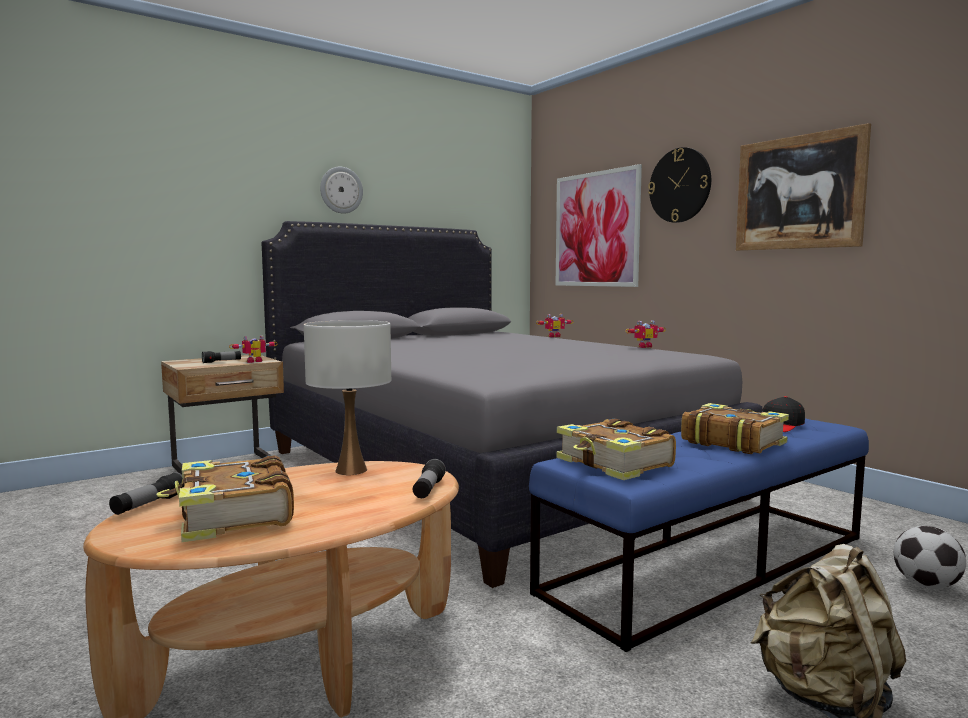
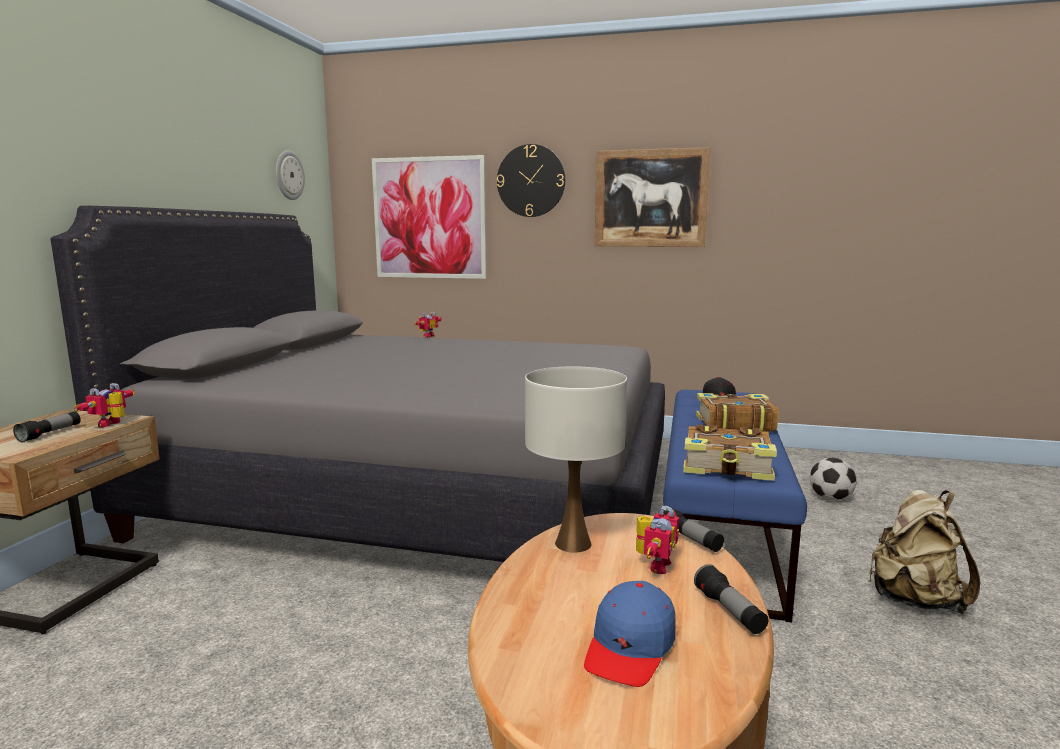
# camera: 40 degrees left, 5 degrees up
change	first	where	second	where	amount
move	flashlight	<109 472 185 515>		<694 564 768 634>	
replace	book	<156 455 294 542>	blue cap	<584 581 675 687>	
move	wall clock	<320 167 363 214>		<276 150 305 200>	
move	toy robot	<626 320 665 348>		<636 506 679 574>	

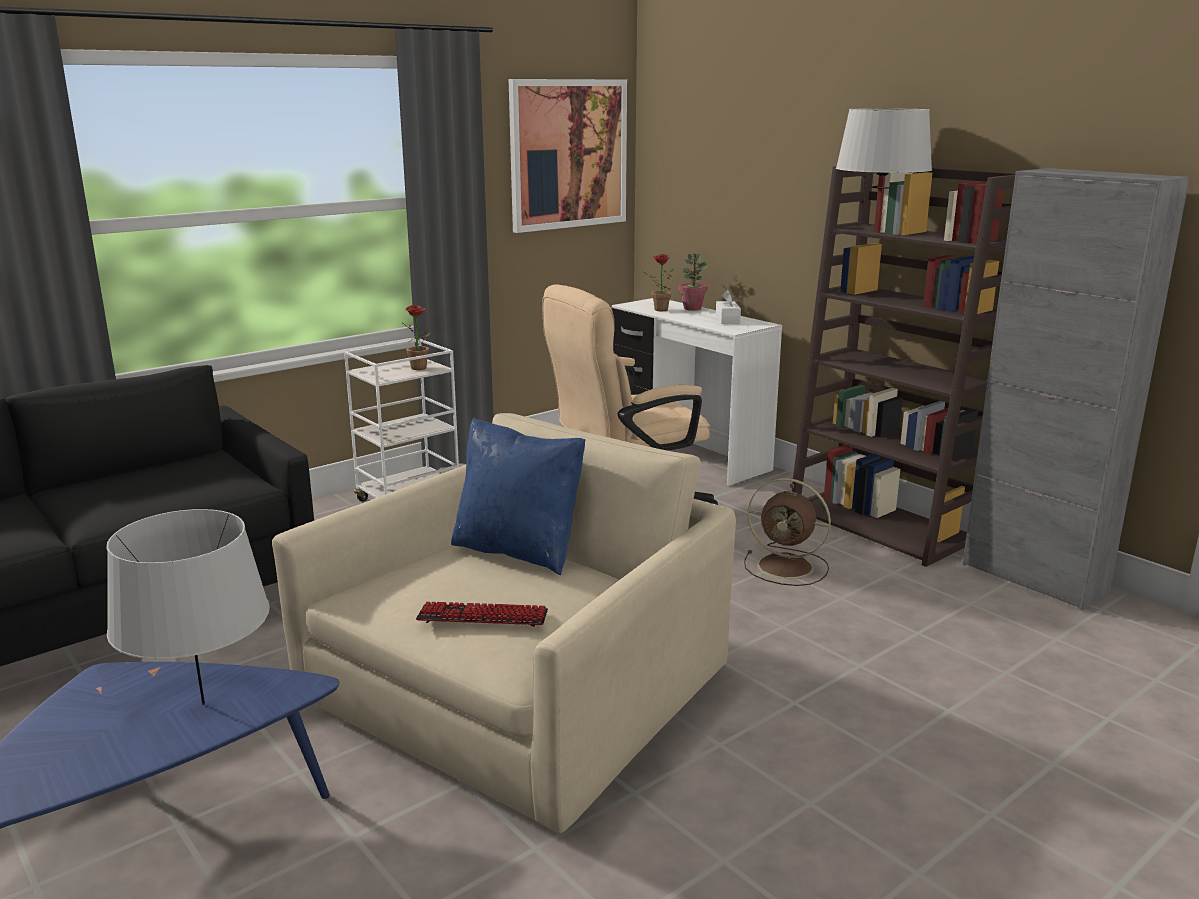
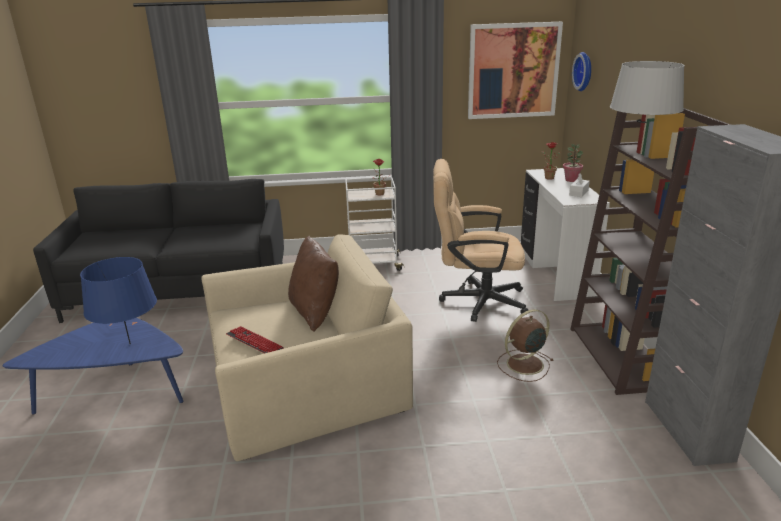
# camera: 35 degrees right, 5 degrees up
change	first	where	second	where	amount
recolor	grey table lamp	<106 509 270 705>	blue table lamp	<80 257 157 344>	
recolor	blue pillow	<451 418 585 575>	brown pillow	<288 236 339 332>	
rotate	brown fan	<744 478 831 586>		<497 309 554 382>	90 degrees clockwise
insert			wall clock	<572 52 591 91>	

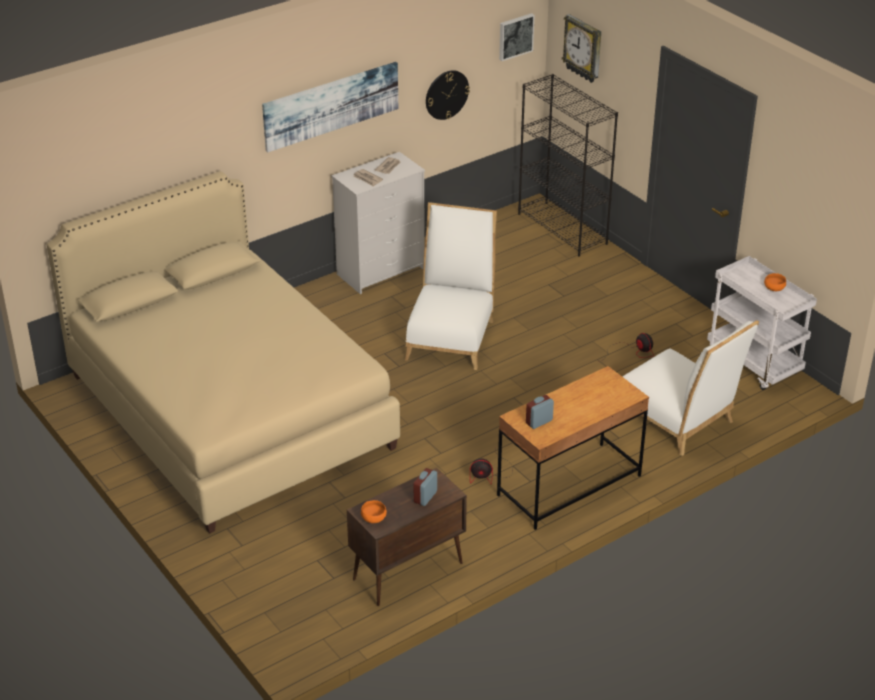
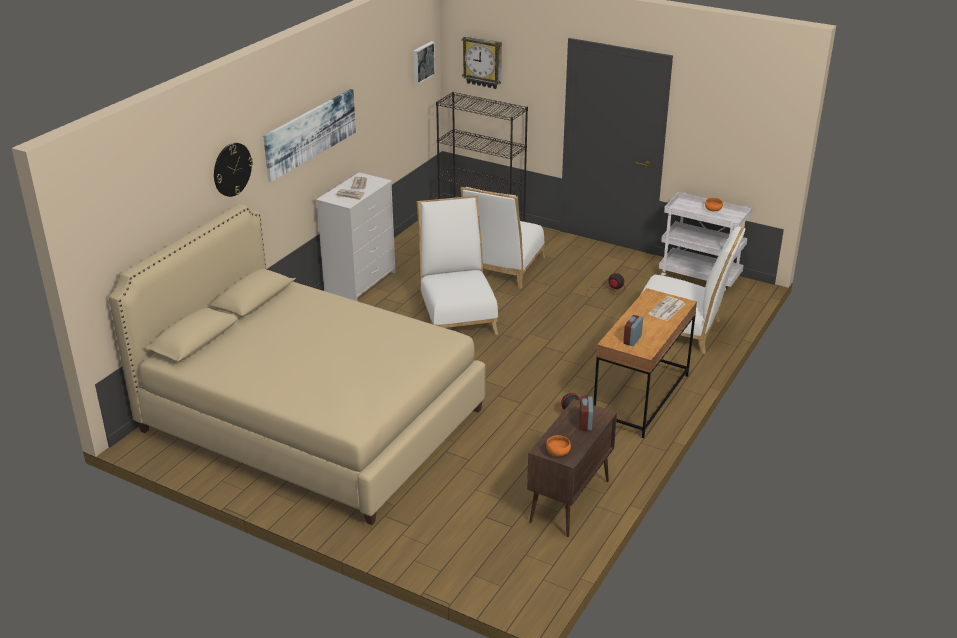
# camera: 25 degrees left, 5 degrees down
change	first	where	second	where	amount
move	wall clock	<426 70 470 120>		<214 143 253 197>	
insert			white chair	<460 187 545 289>	
insert			newspaper	<648 296 685 321>	

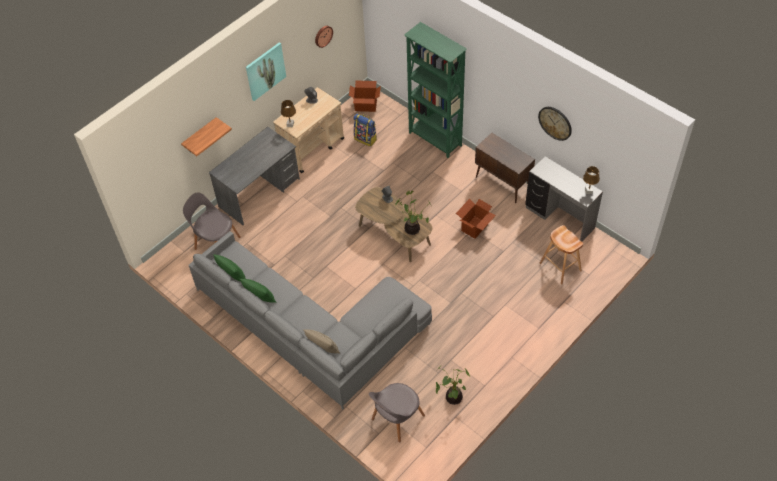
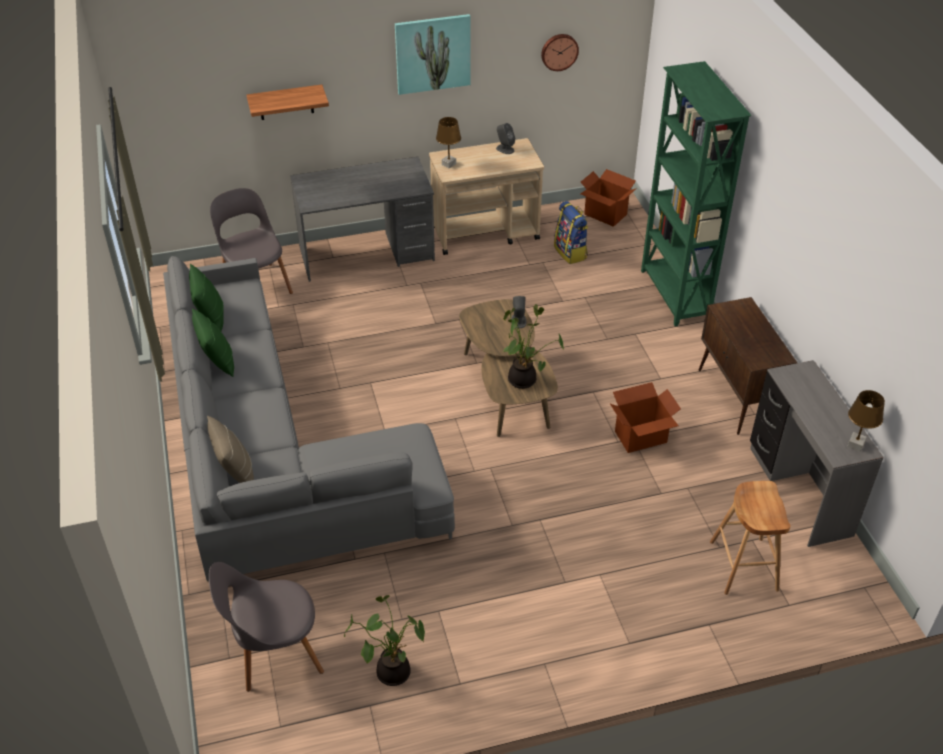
# camera: 30 degrees right, 10 degrees down
change	first	where	second	where	amount
delete	wall clock	<538 107 572 141>			

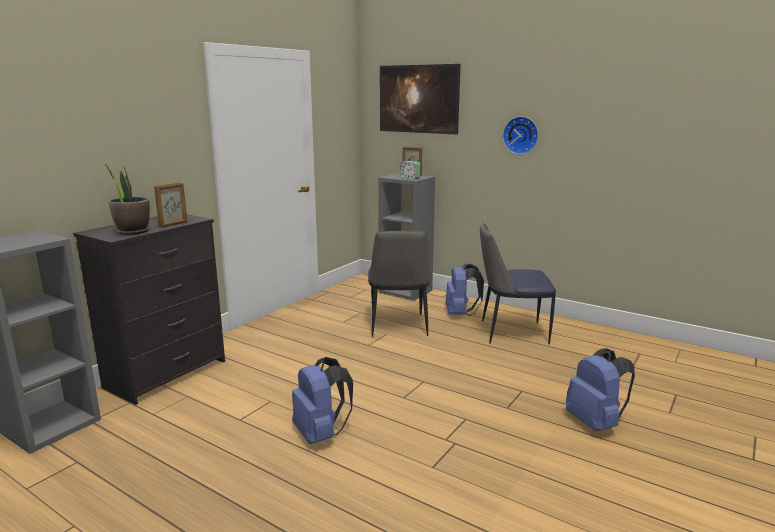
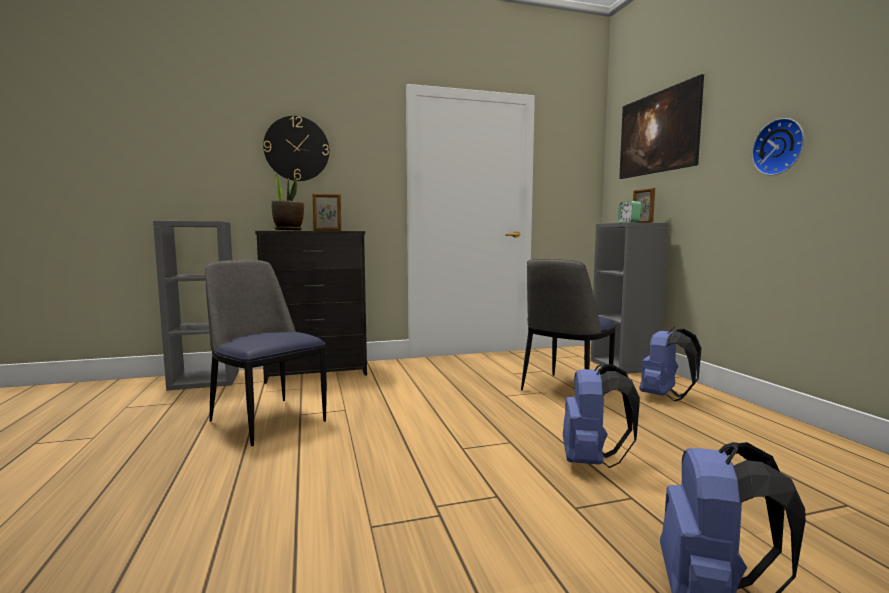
# camera: 40 degrees right, 10 degrees down
change	first	where	second	where	amount
move	blue backpack	<292 357 353 444>		<563 363 640 468>	
move	chair	<480 223 556 344>		<205 260 327 446>	
insert			wall clock	<263 116 329 181>	

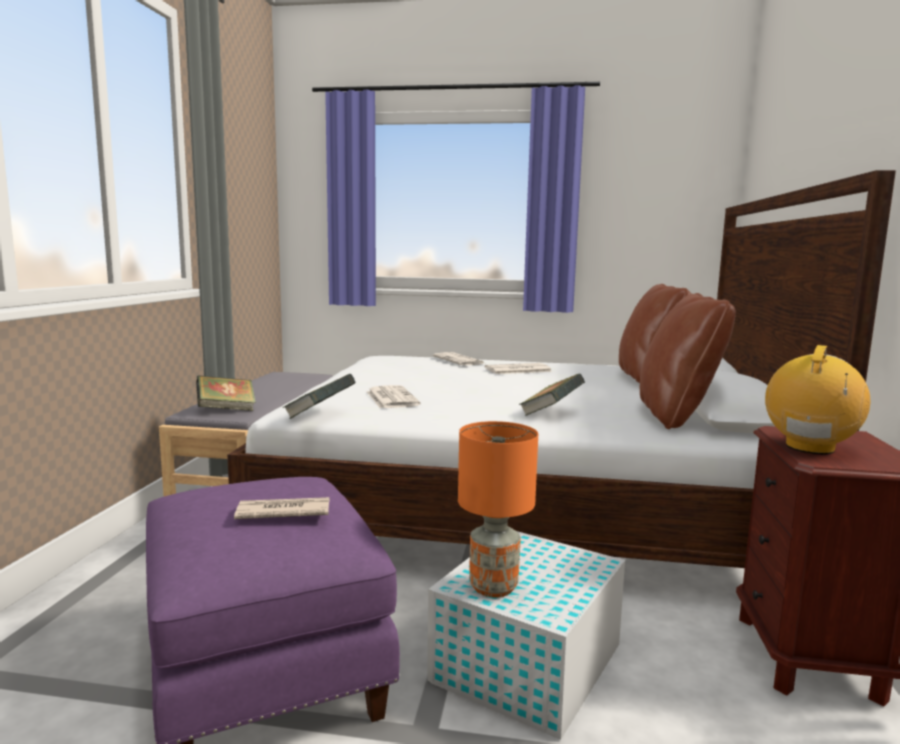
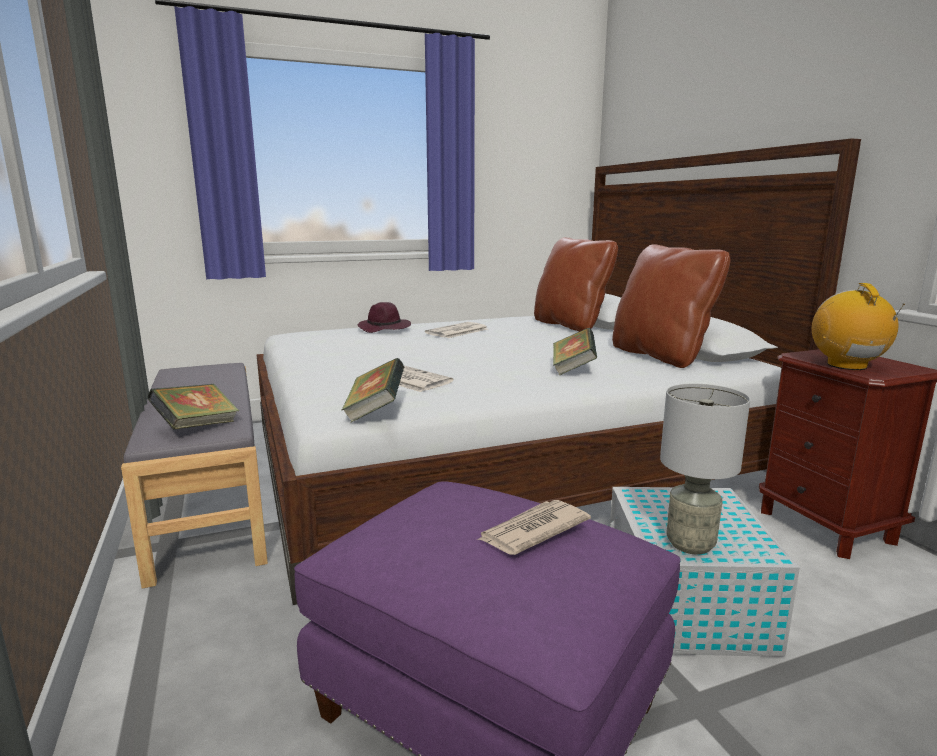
# camera: 30 degrees left, 5 degrees up
change	first	where	second	where	amount
replace	newspaper	<433 352 485 366>	purple hat	<358 302 411 333>	
recolor	orange table lamp	<458 421 538 597>	grey table lamp	<660 384 750 554>	

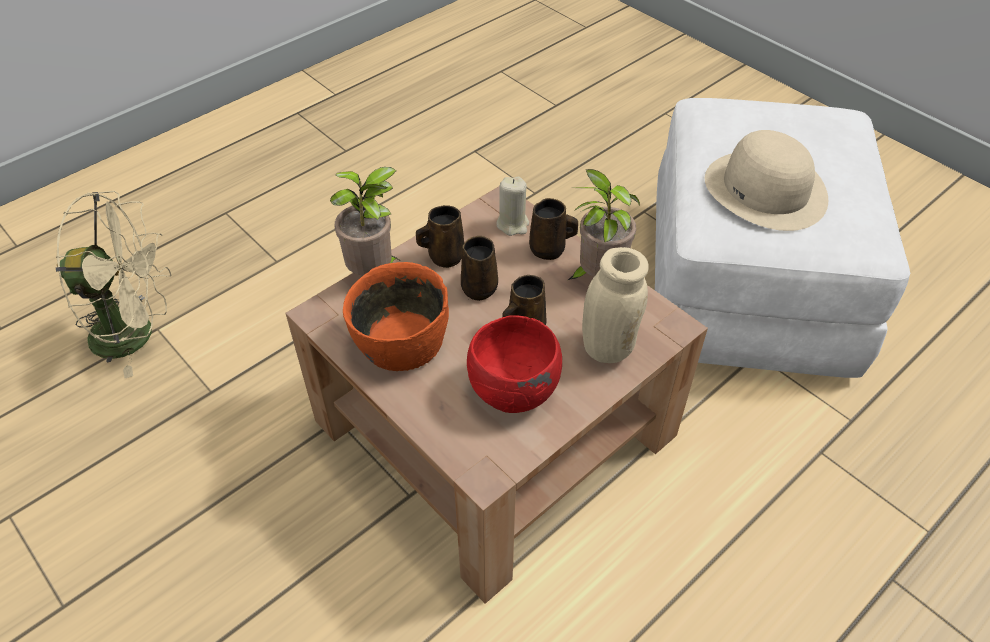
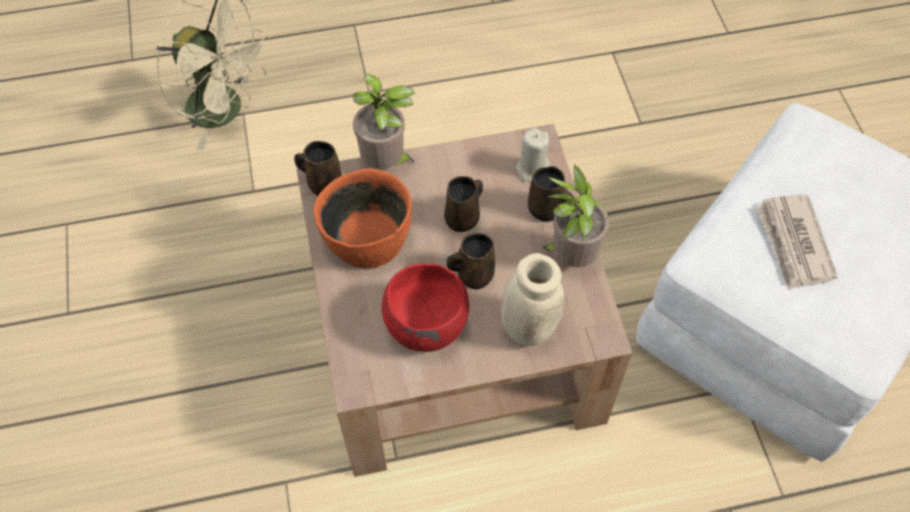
# camera: 30 degrees right, 10 degrees up
change	first	where	second	where	amount
move	brown mug	<416 205 464 268>		<294 141 342 196>	
replace	beige hat	<705 130 828 231>	newspaper	<756 194 838 290>	

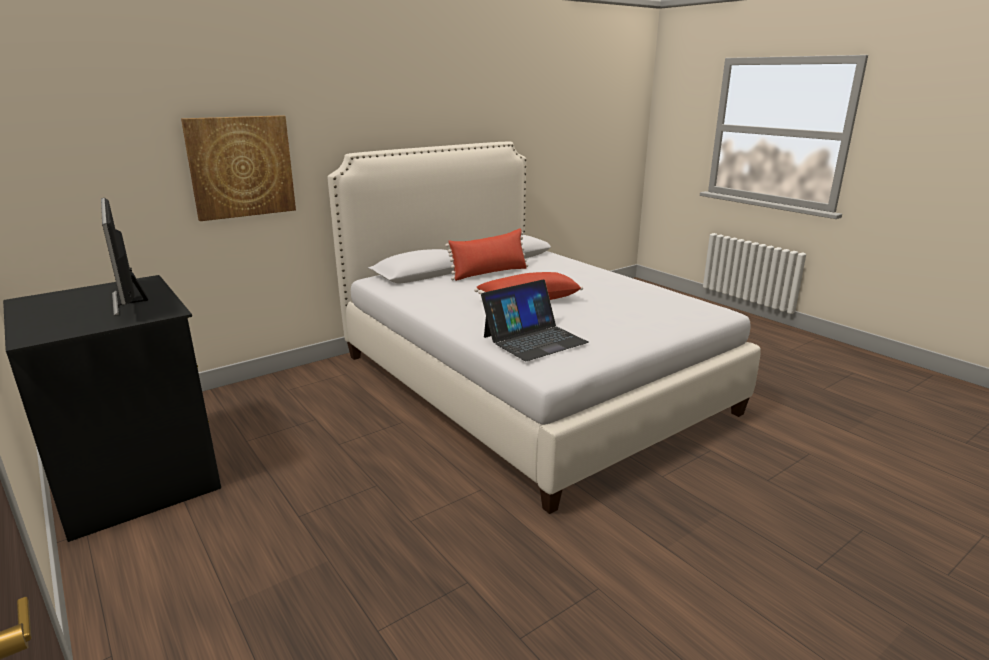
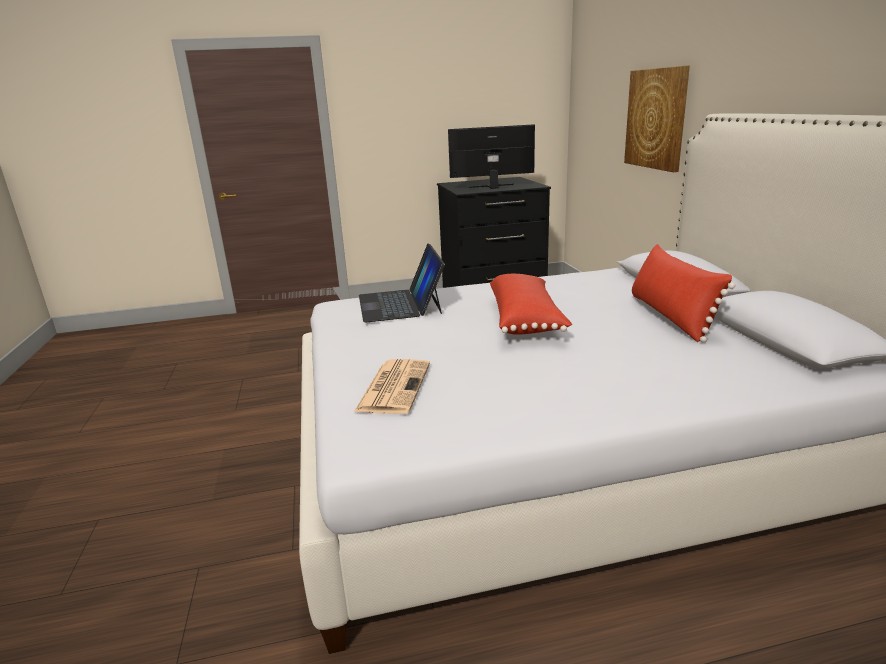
# camera: 115 degrees right, 0 degrees up
change	first	where	second	where	amount
insert			newspaper	<354 359 430 414>	

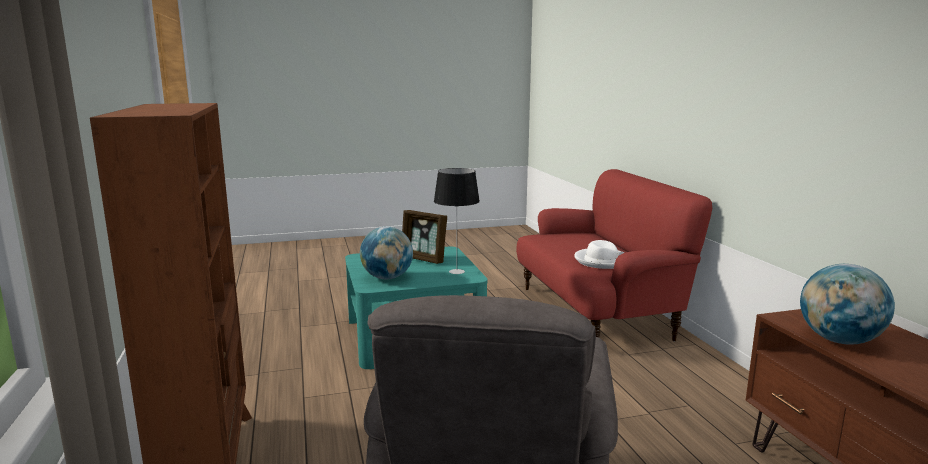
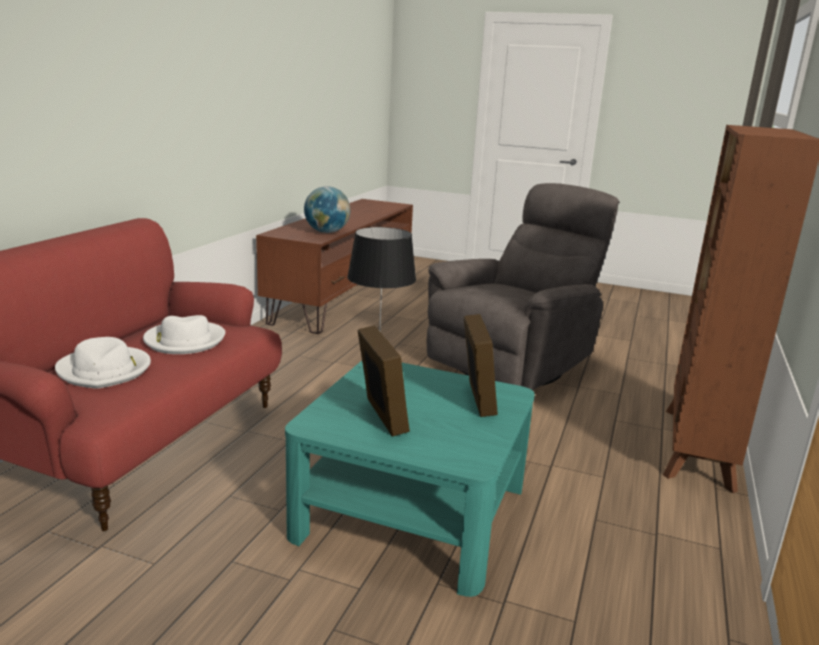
# camera: 145 degrees left, 5 degrees up
change	first	where	second	where	amount
replace	globe	<360 227 413 279>	picture frame	<464 314 498 417>	
insert			white hat	<55 337 151 389>	

